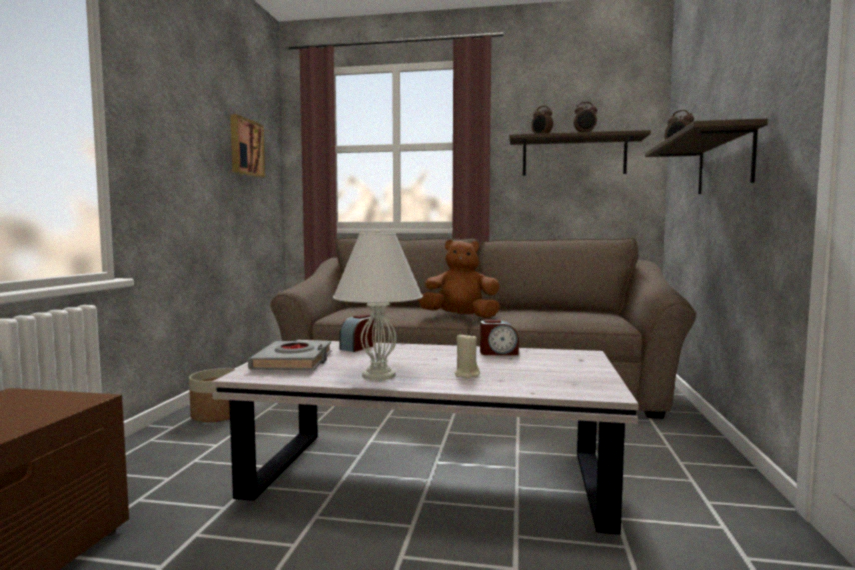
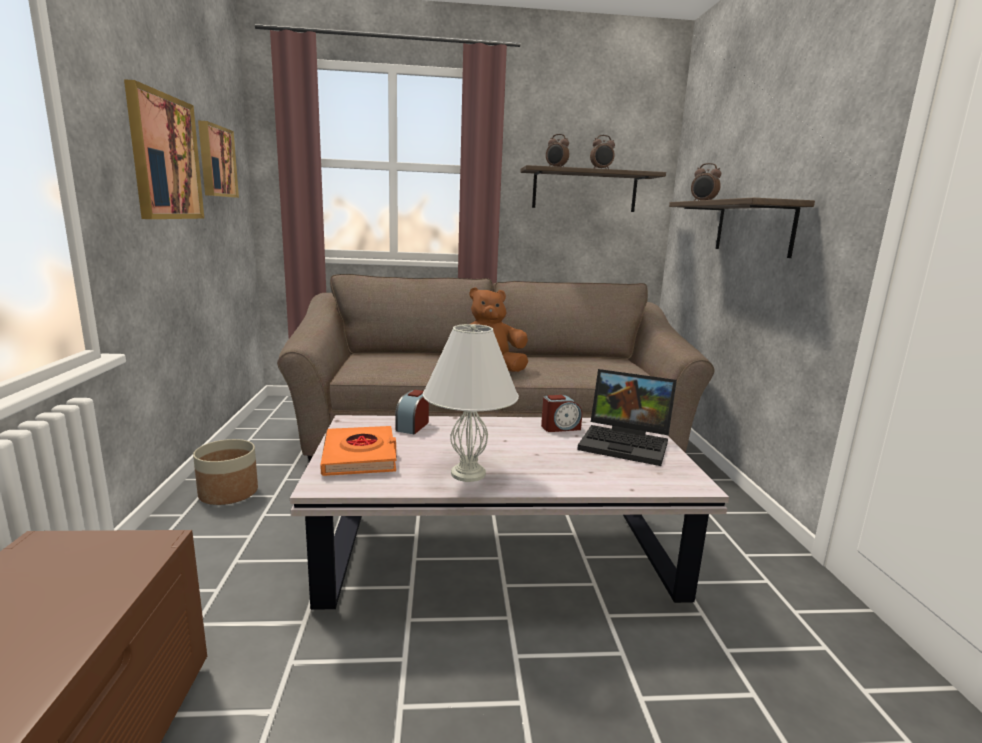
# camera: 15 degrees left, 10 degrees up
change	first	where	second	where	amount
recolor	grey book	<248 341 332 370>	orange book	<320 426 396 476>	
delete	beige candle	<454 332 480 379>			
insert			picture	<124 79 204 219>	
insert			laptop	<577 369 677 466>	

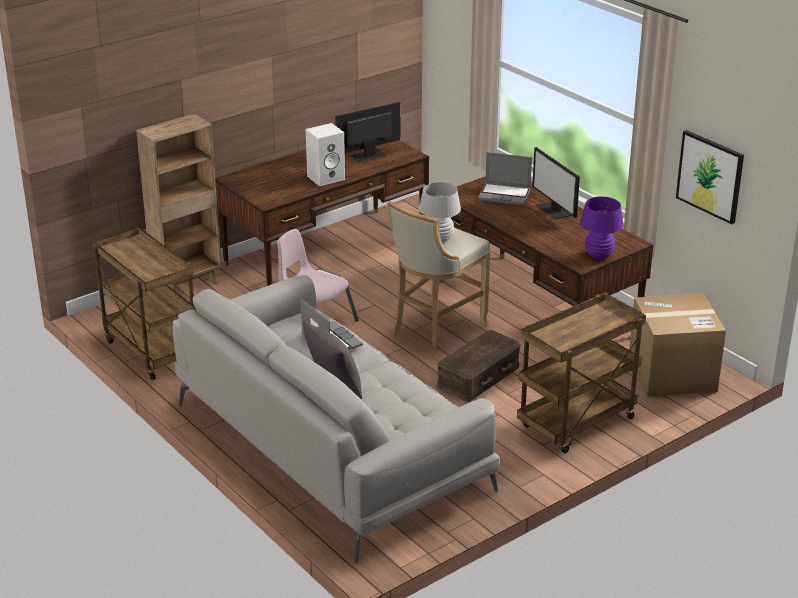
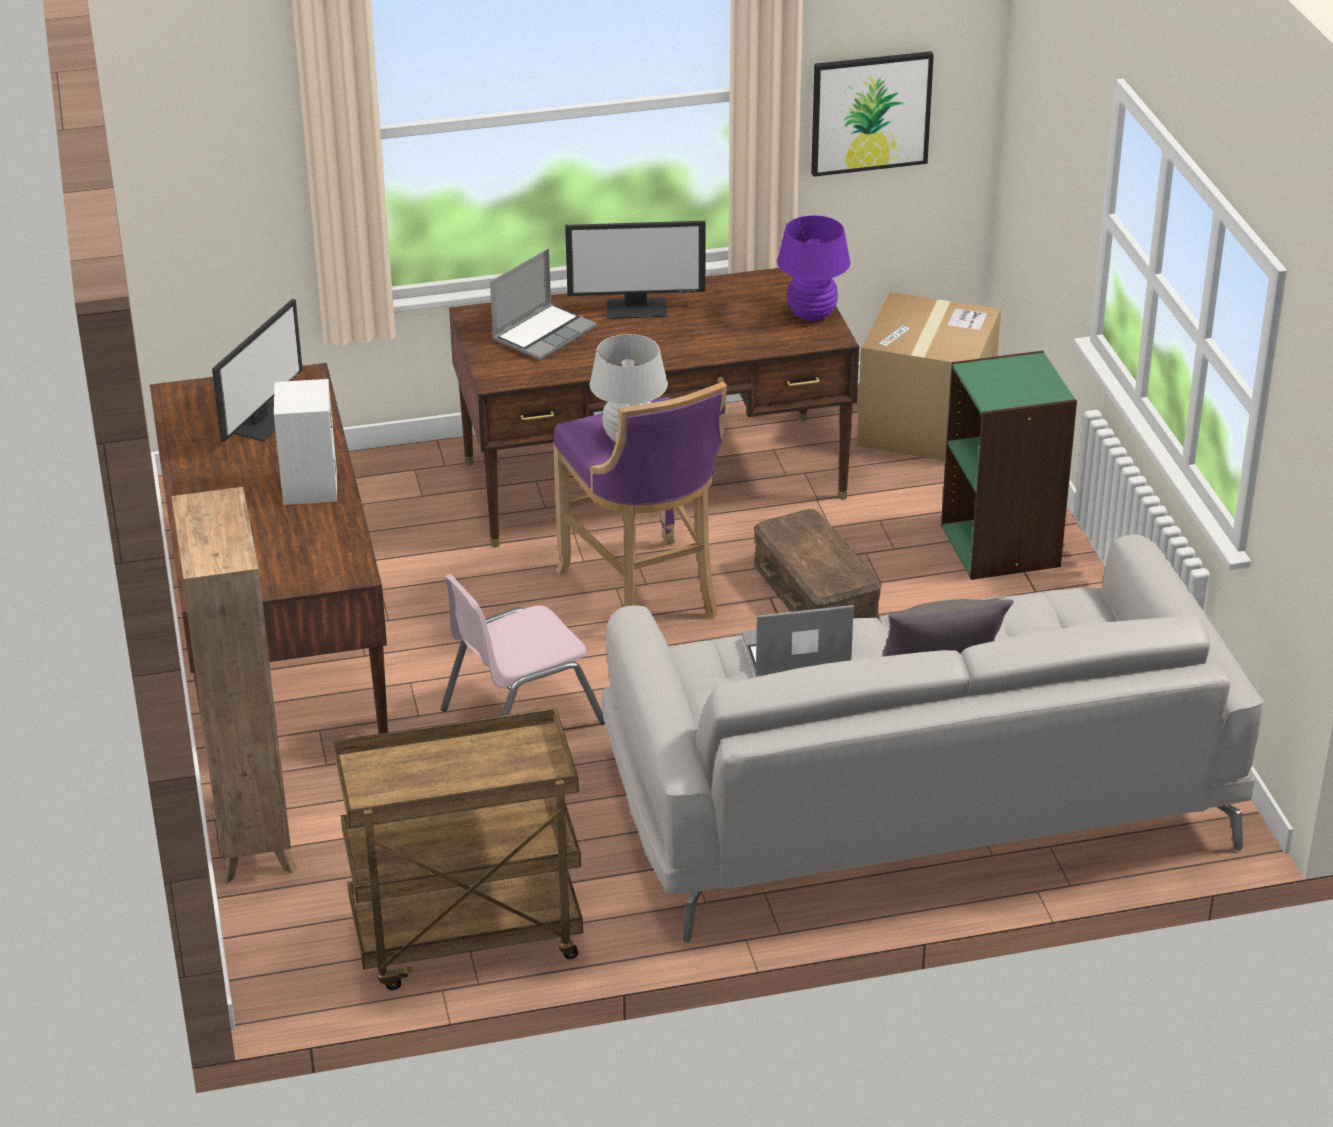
# camera: 65 degrees left, 5 degrees up
change	first	where	second	where	amount
rotate	monitor	<335 102 400 162>		<212 299 303 442>	150 degrees counterclockwise
recolor	beige stool	<387 201 490 353>	purple stool	<553 381 727 618>	
replace	brown cart	<517 292 646 453>	green bookcase	<941 351 1077 580>	

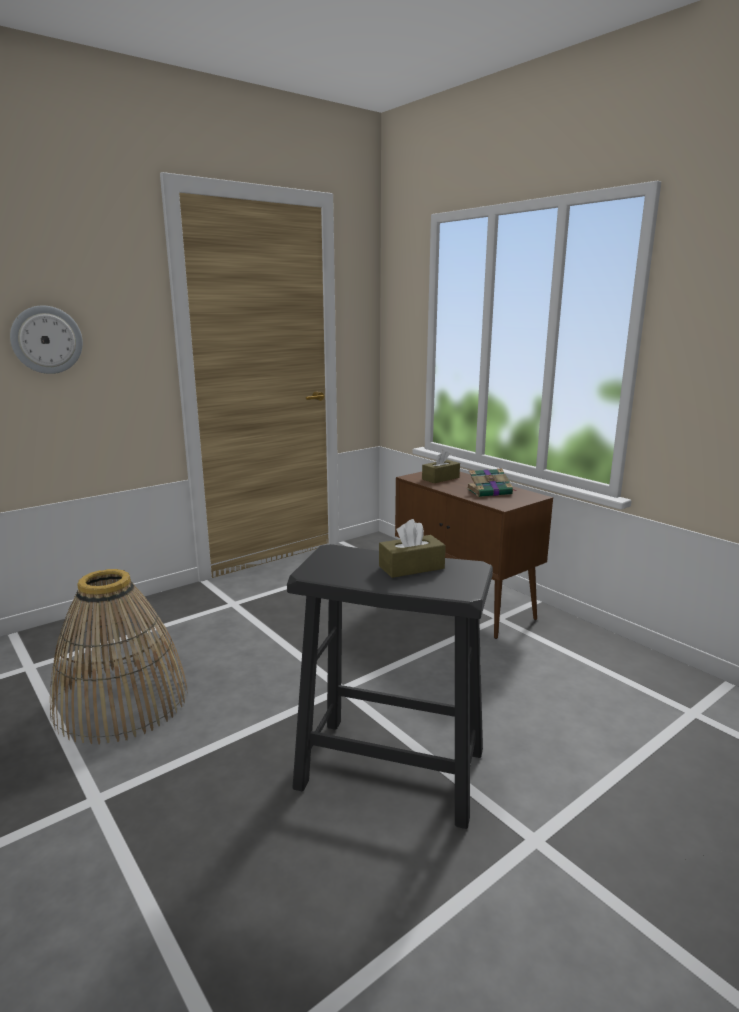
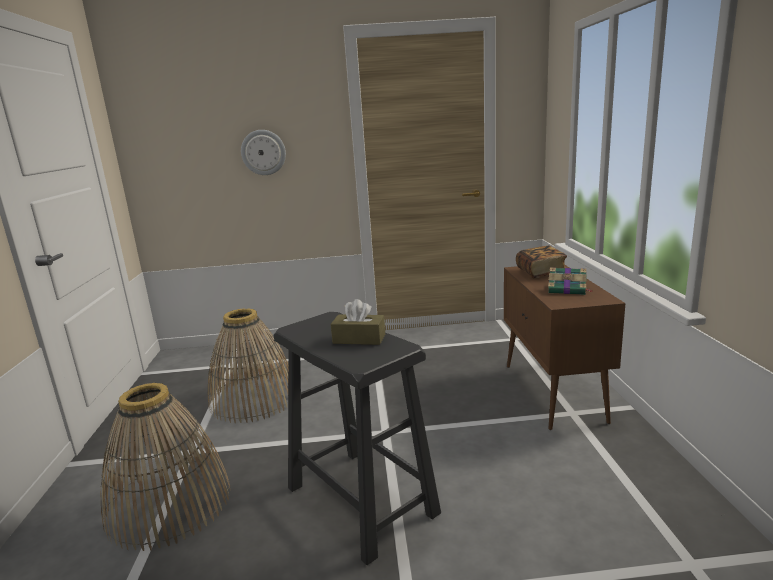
# camera: 35 degrees right, 0 degrees up
change	first	where	second	where	amount
replace	brown tissue box	<422 450 460 483>	book	<516 246 567 278>	
insert			basket	<101 383 231 551>	

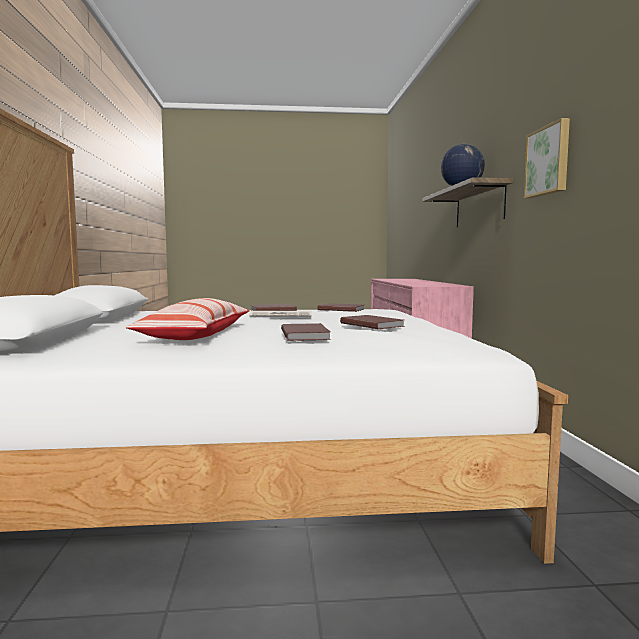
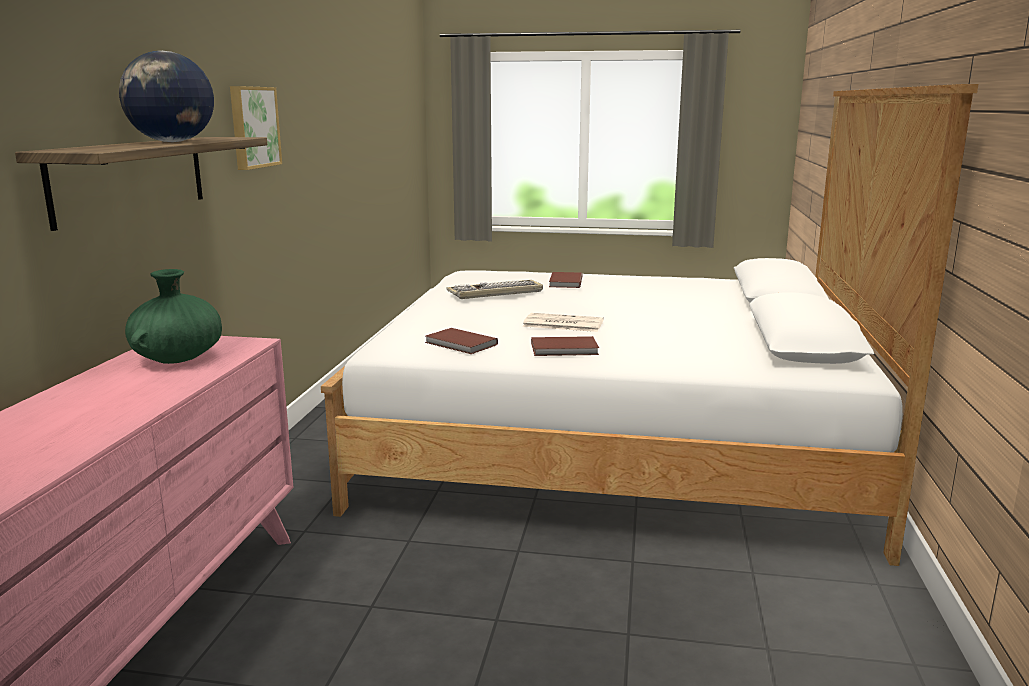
# camera: 165 degrees left, 10 degrees up
change	first	where	second	where	amount
delete	pillow	<126 298 250 340>			
replace	brown book	<340 315 405 329>	keyboard	<446 280 543 299>	
insert			green vase	<125 269 222 364>	

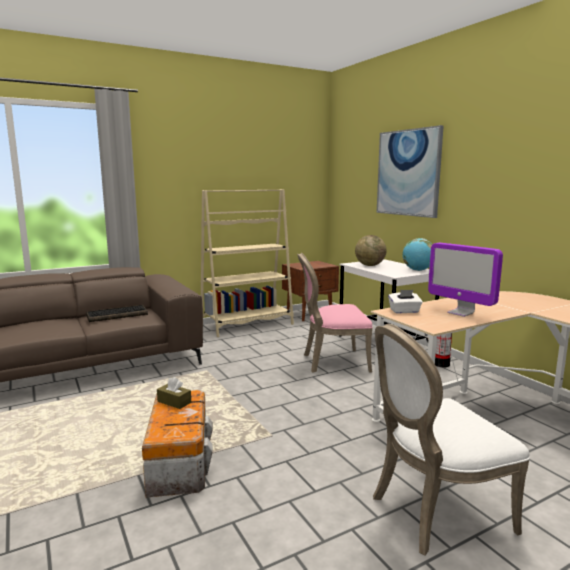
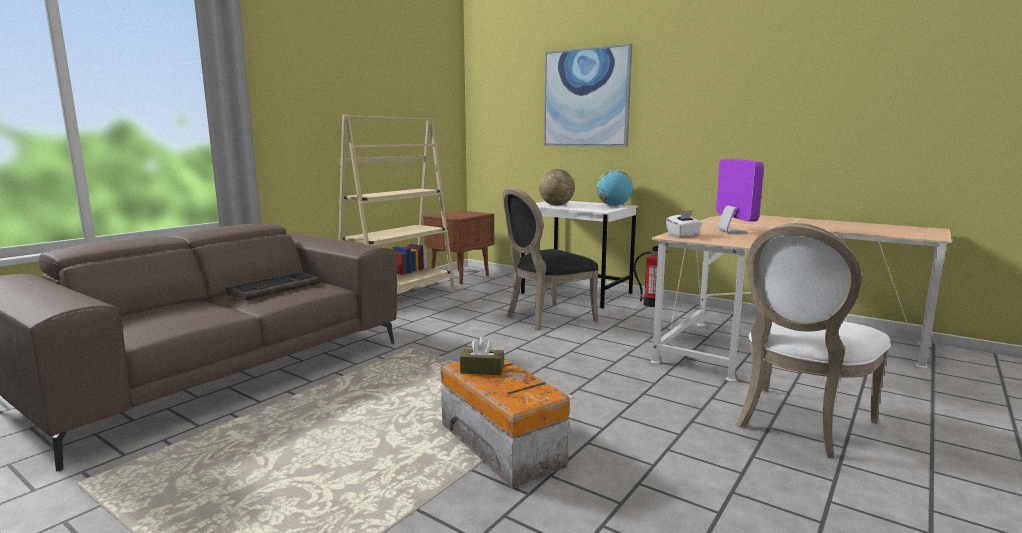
# camera: 25 degrees left, 0 degrees up
change	first	where	second	where	amount
recolor	pink chair	<297 253 373 373>	black chair	<502 187 599 331>	
rotate	monitor	<428 243 503 317>		<716 159 764 234>	120 degrees counterclockwise

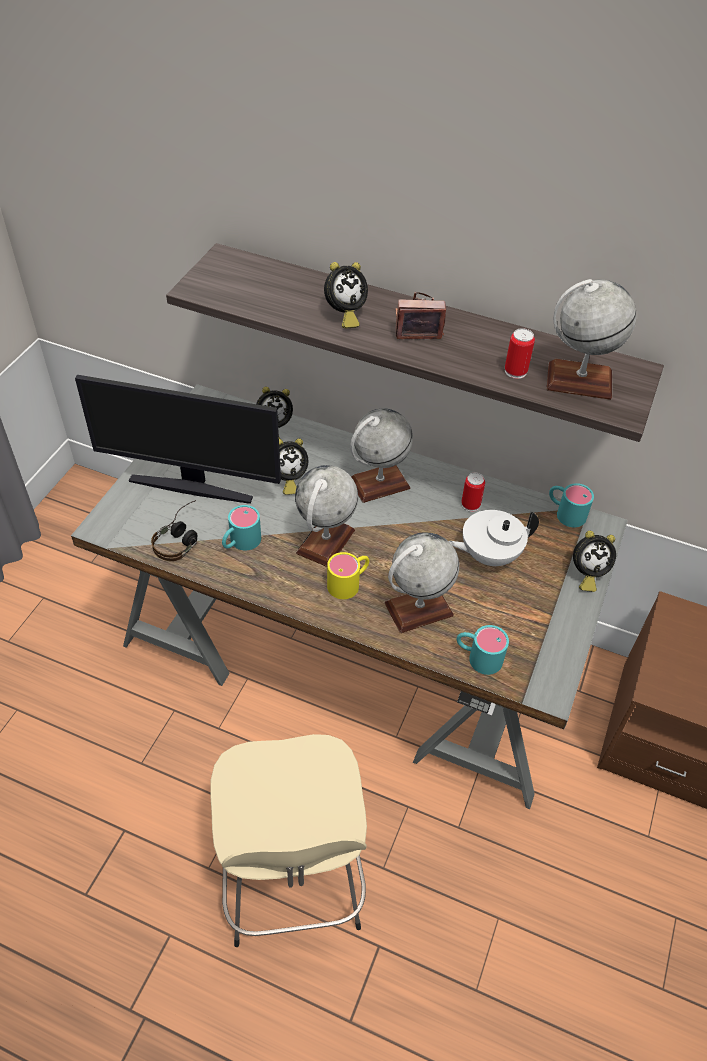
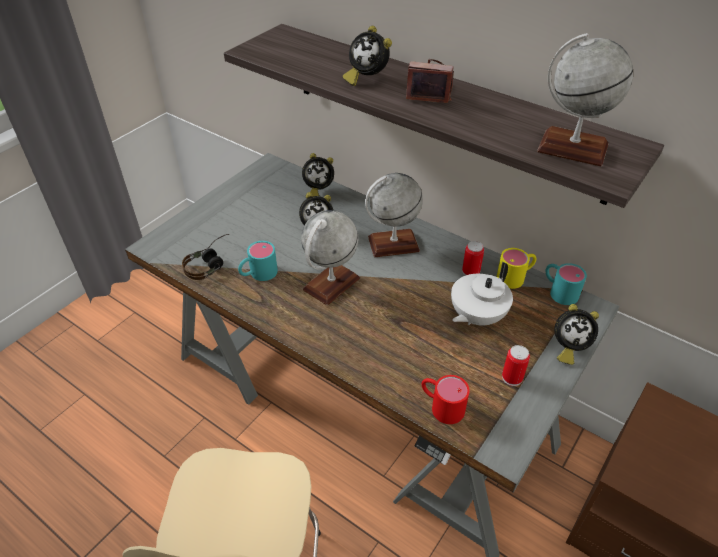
# camera: 15 degrees right, 5 degrees down
change	first	where	second	where	amount
delete	monitor	<75 375 281 504>			
rotate	alarm clock	<324 262 368 328>		<343 26 392 86>	60 degrees clockwise
move	yellow mug	<327 552 369 599>		<496 248 536 289>	
delete	globe	<384 532 459 633>			
rotate	white teapot	<449 510 539 567>		<451 262 513 325>	45 degrees counterclockwise
recolor	turquoise mug	<457 625 509 675>	red mug	<422 375 470 424>	
move	can	<505 328 535 379>		<502 345 530 386>	

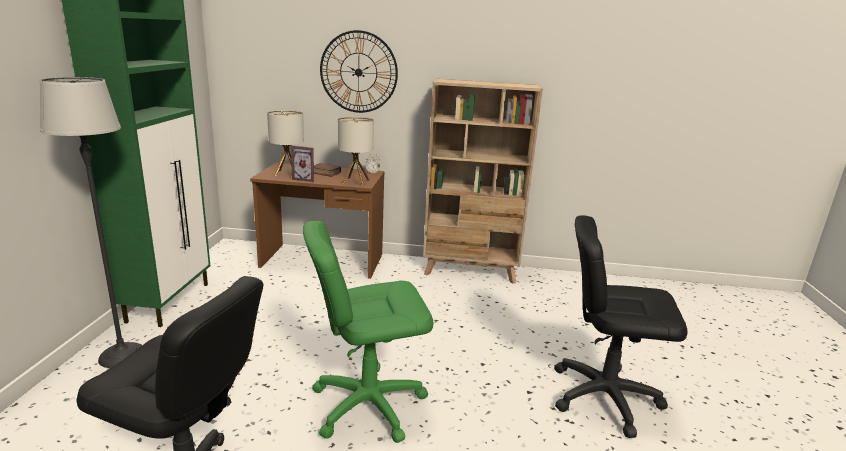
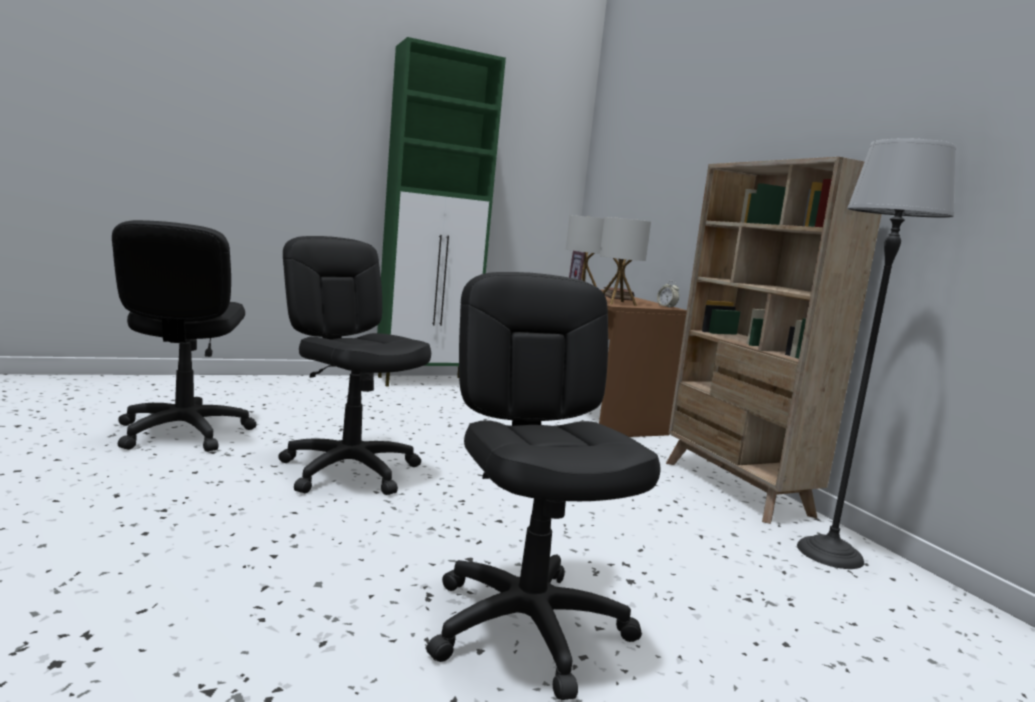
# camera: 60 degrees right, 10 degrees down
change	first	where	second	where	amount
move	floor lamp	<40 77 142 368>		<797 138 956 569>	
recolor	green office chair	<303 221 433 443>	black office chair	<278 236 431 495>	
delete	wall clock	<320 30 398 113>			

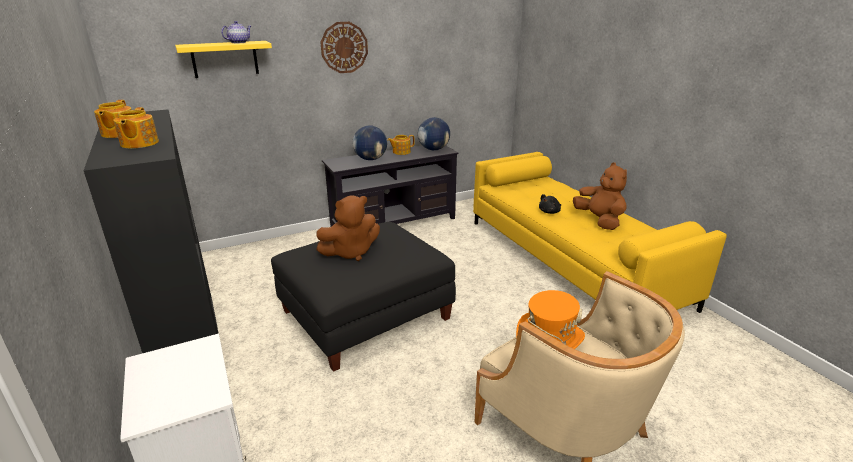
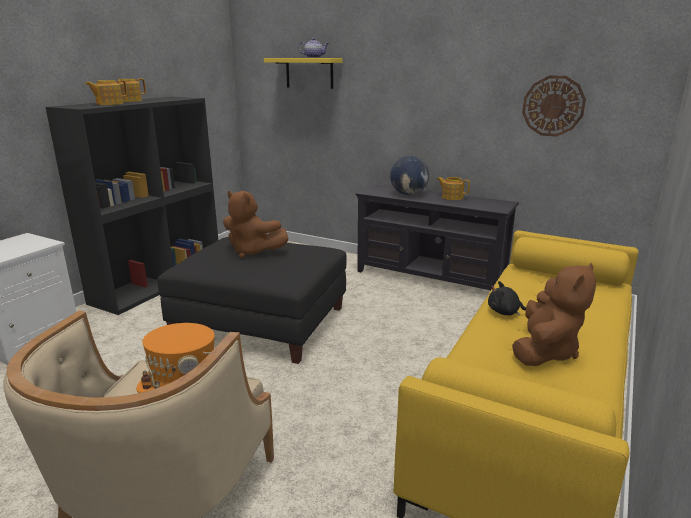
# camera: 55 degrees right, 5 degrees down
change	first	where	second	where	amount
move	wall clock	<320 22 368 73>		<522 75 586 137>	
delete	globe	<418 117 450 150>			

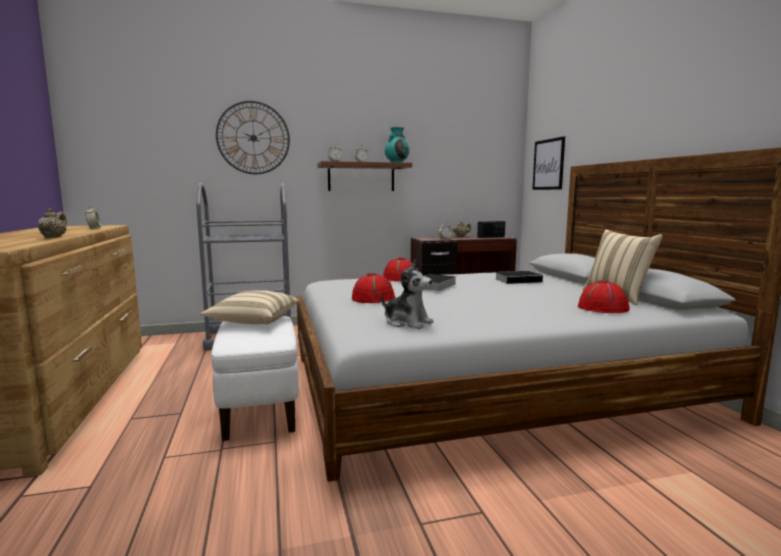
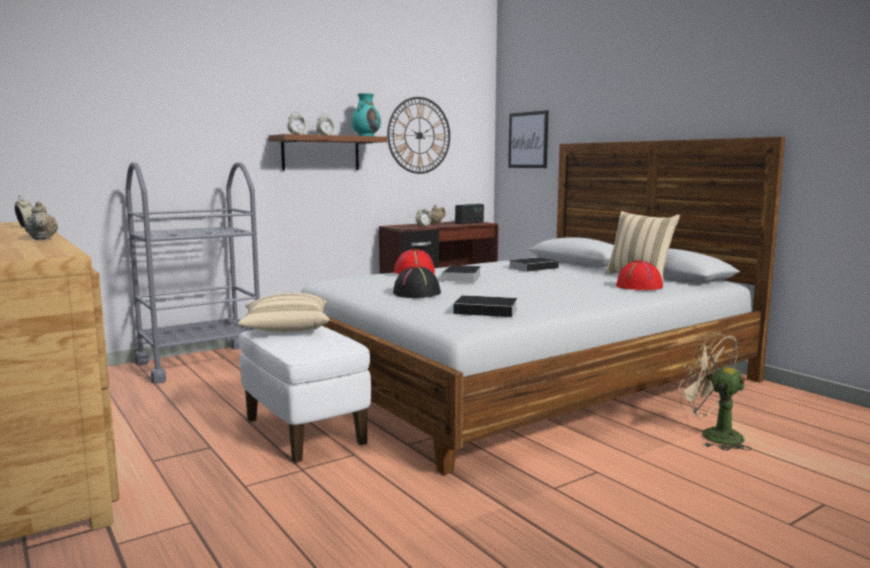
# camera: 20 degrees left, 0 degrees up
change	first	where	second	where	amount
move	wall clock	<216 101 290 174>		<387 97 450 174>	
recolor	red hat	<352 273 395 303>	black hat	<393 265 441 298>	
replace	plush toy	<380 260 433 329>	book	<453 295 523 317>	
insert			beige fan	<678 332 752 451>	

